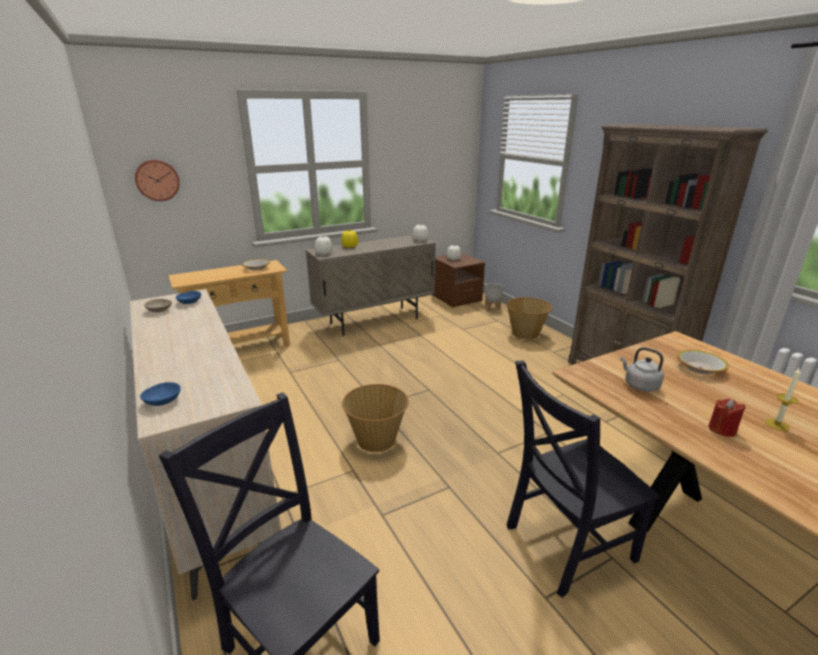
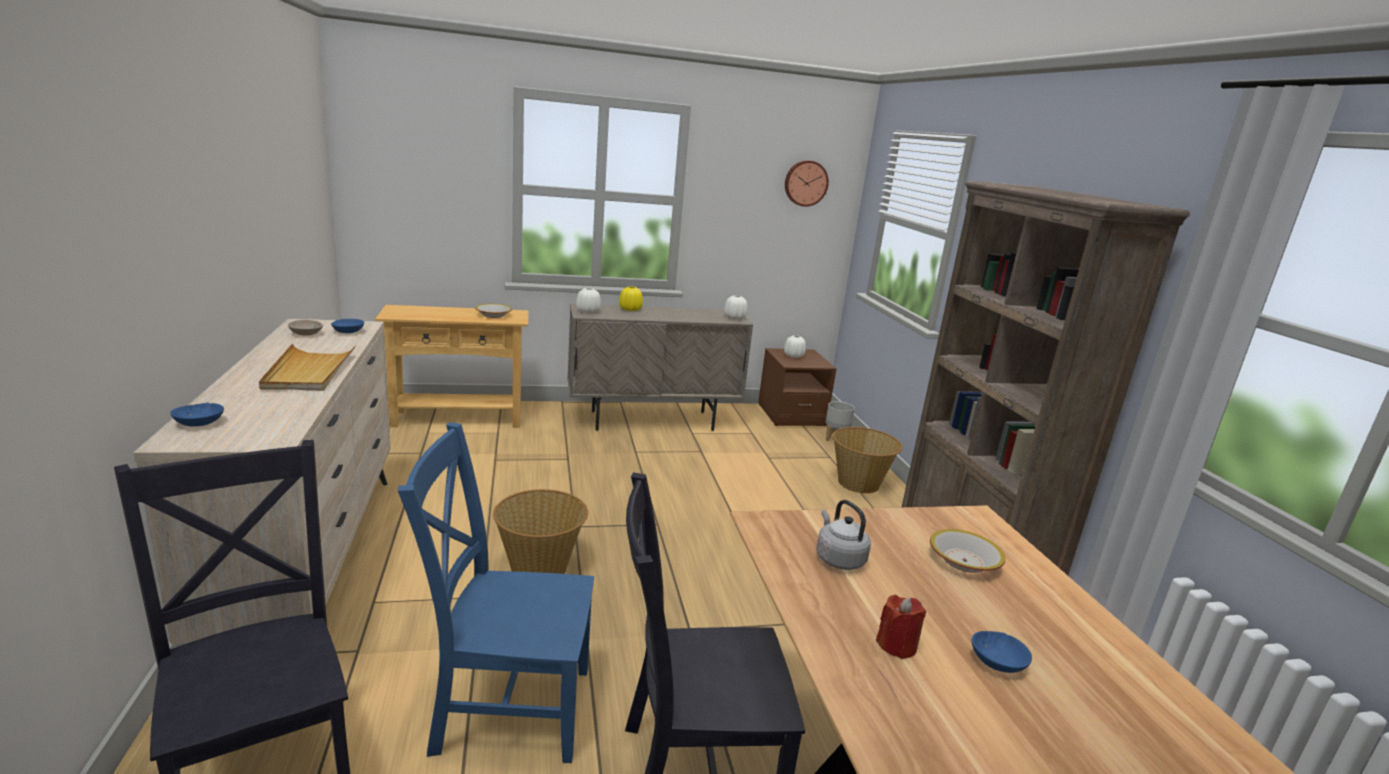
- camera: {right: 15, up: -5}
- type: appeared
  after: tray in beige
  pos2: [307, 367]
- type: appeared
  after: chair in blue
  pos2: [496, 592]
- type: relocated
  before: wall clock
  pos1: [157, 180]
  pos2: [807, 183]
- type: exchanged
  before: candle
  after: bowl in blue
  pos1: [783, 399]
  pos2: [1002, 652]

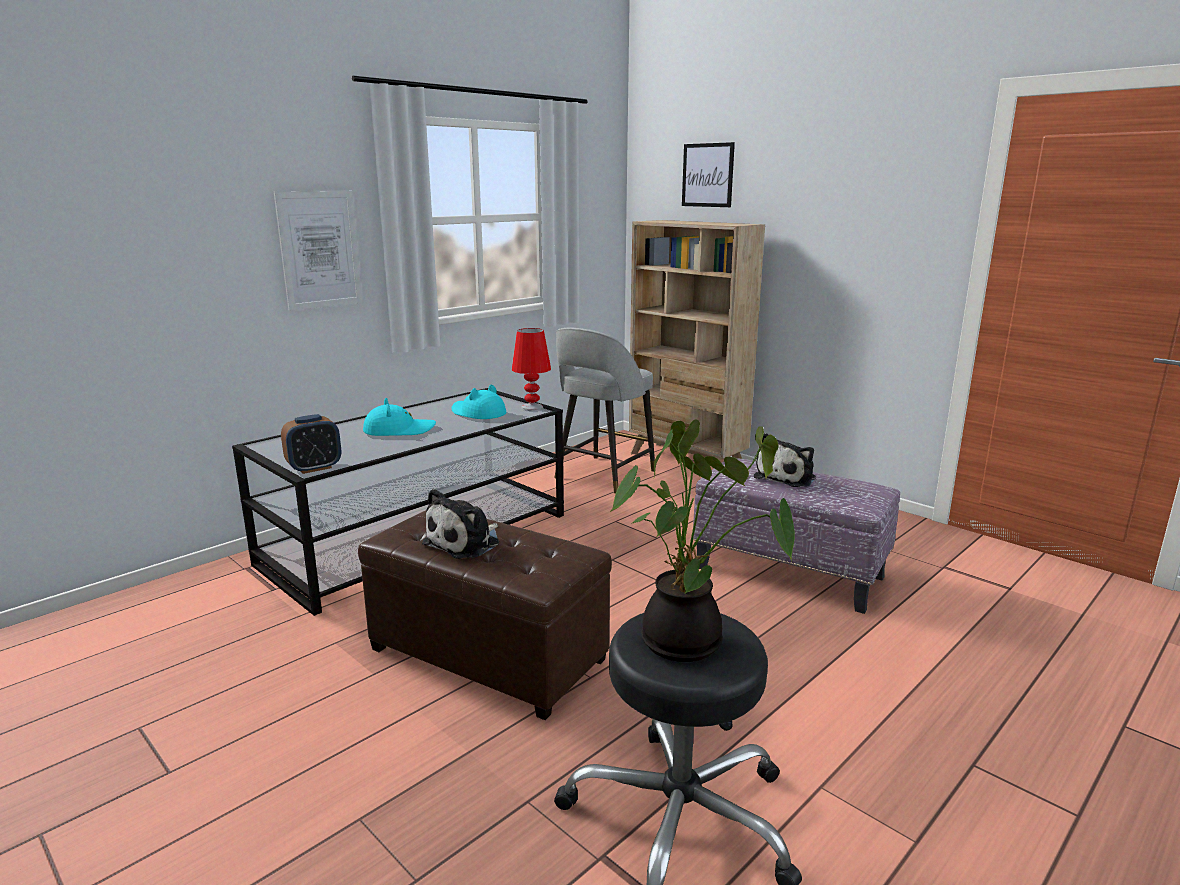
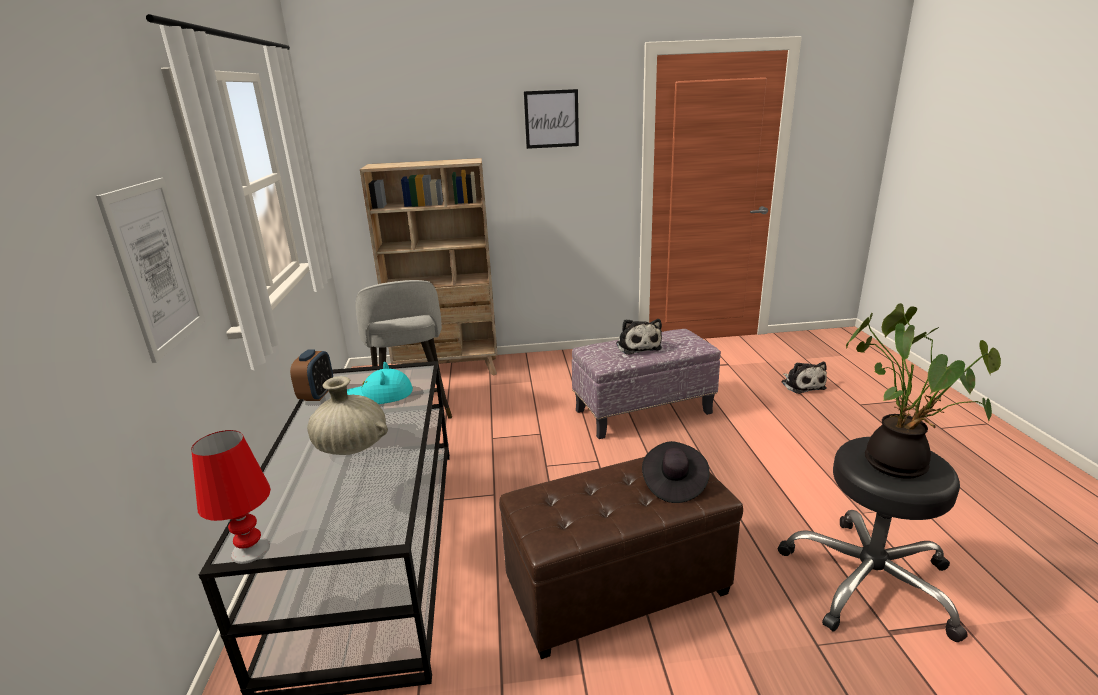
- camera: {right: -50, up: 5}
- type: relocated
  before: table lamp in red
  pos1: [531, 369]
  pos2: [231, 497]
- type: relocated
  before: alarm clock
  pos1: [311, 444]
  pos2: [311, 375]
- type: exchanged
  before: hat in turquoise
  after: vase in beige
  pos1: [399, 417]
  pos2: [347, 415]
- type: relocated
  before: picture
  pos1: [708, 174]
  pos2: [551, 119]
- type: appeared
  after: hat in black
  pos2: [676, 472]
- type: relocated
  before: plush toy
  pos1: [460, 524]
  pos2: [804, 378]

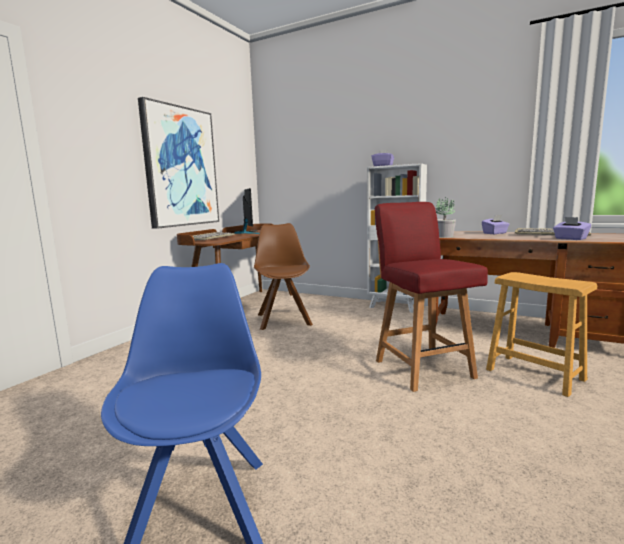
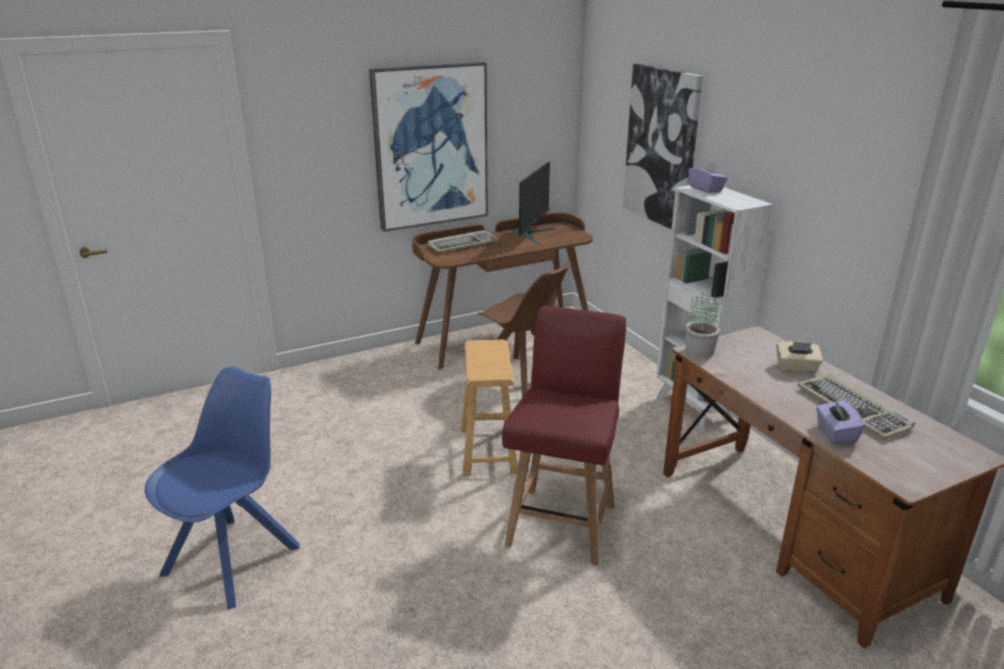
- camera: {right: 35, up: 15}
- type: relocated
  before: stool in brown
  pos1: [541, 334]
  pos2: [489, 407]
- type: spun
  before: chair in brown
  pos1: [283, 276]
  pos2: [524, 330]
  turn: 105
- type: appeared
  after: picture
  pos2: [663, 146]
- type: colour
  before: tissue box in purple
  after: tissue box in beige
  pos1: [496, 224]
  pos2: [799, 357]

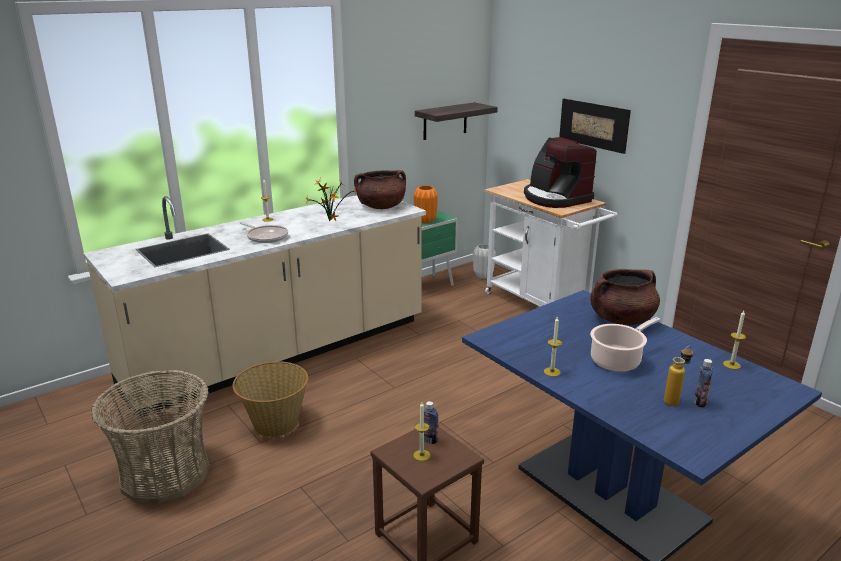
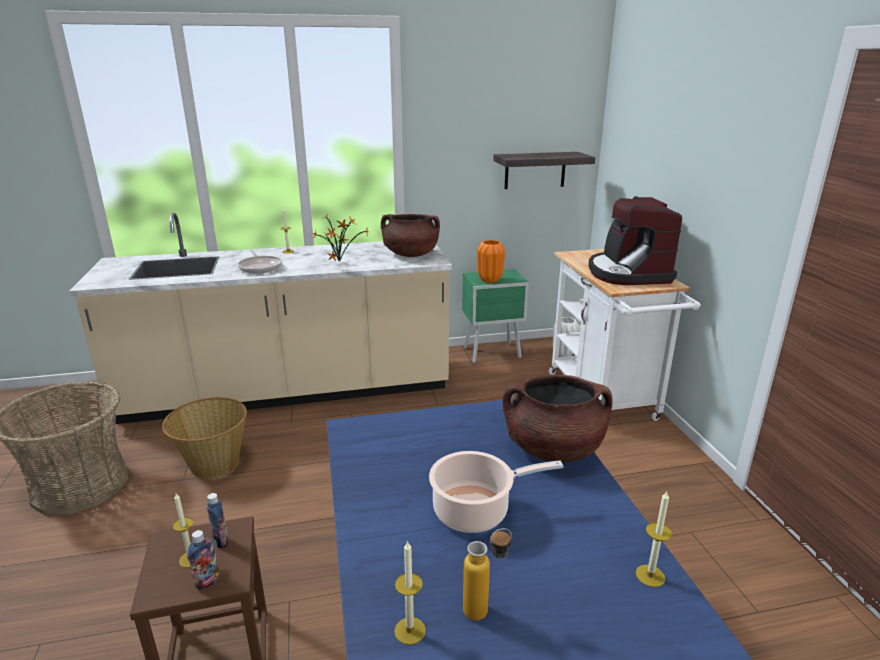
- camera: {right: 25, up: 0}
- type: relocated
  before: bottle
  pos1: [703, 383]
  pos2: [203, 560]
- type: relocated
  before: candle
  pos1: [553, 347]
  pos2: [410, 592]
- type: missing
  before: picture
  pos1: [595, 126]

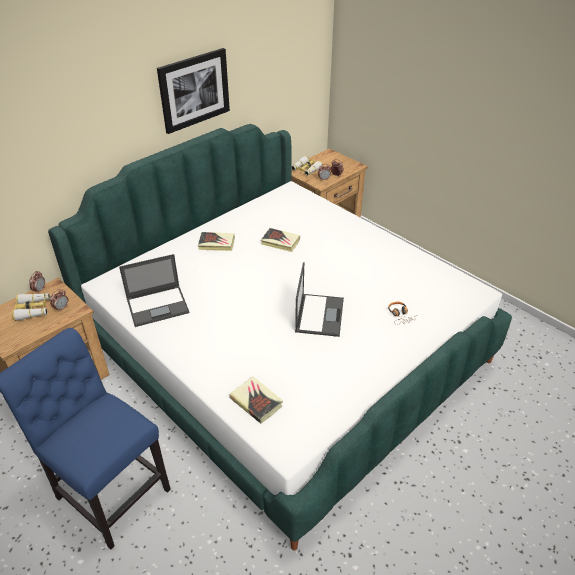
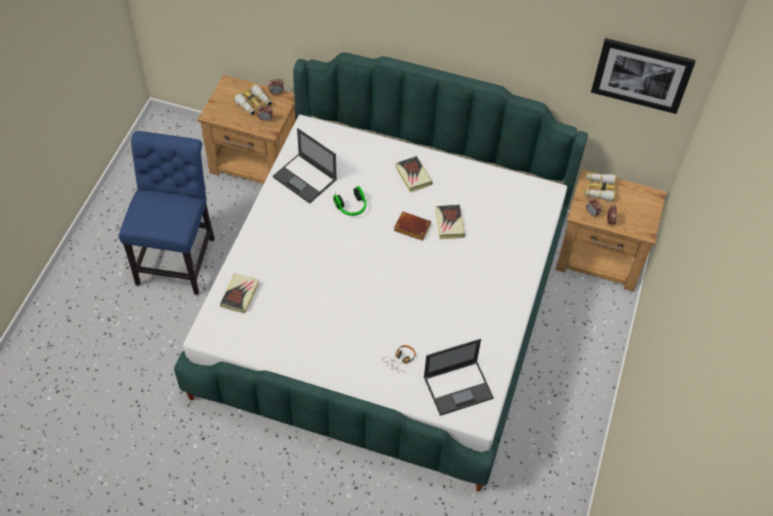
- camera: {right: 60, up: 15}
- type: appeared
  after: headphones
  pos2: [349, 201]
- type: appeared
  after: book in brown
  pos2: [412, 226]
- type: relocated
  before: laptop
  pos1: [319, 299]
  pos2: [459, 377]
- type: relocated
  before: picture
  pos1: [193, 91]
  pos2: [643, 76]

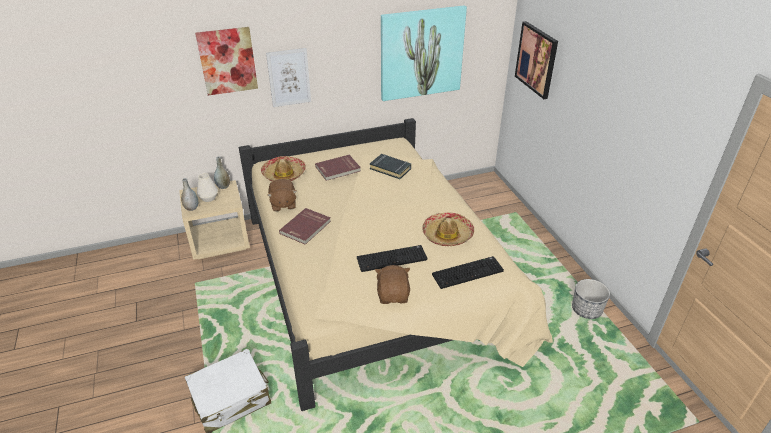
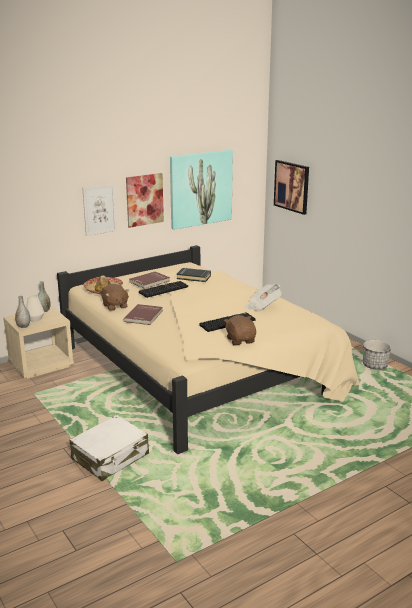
- camera: {right: -15, up: -15}
- type: relocated
  before: picture
  pos1: [226, 61]
  pos2: [145, 200]
- type: relocated
  before: keyboard
  pos1: [468, 272]
  pos2: [163, 289]
- type: exchanged
  before: hat
  after: newspaper
  pos1: [448, 229]
  pos2: [263, 297]

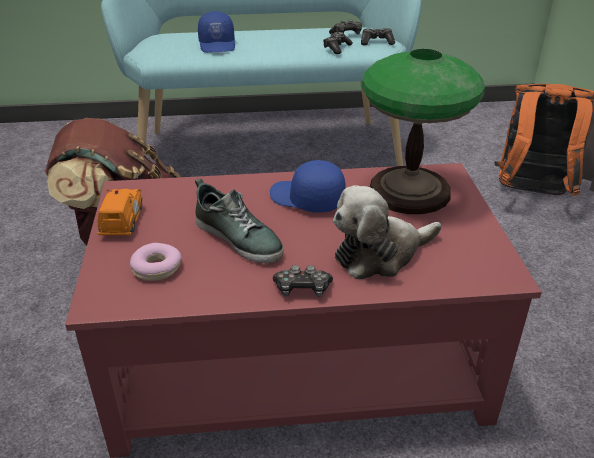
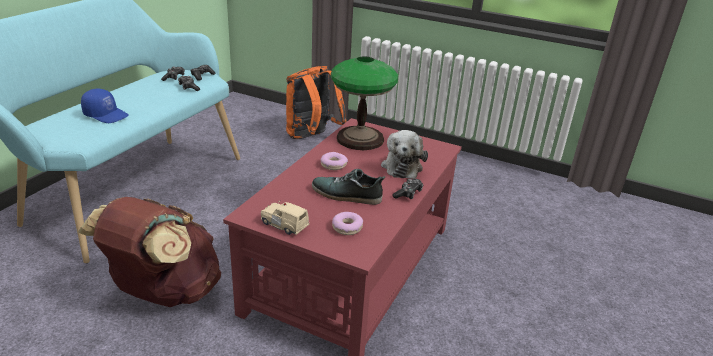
- camera: {right: -60, up: -5}
- type: colour
  before: toy car in orange
  after: toy car in beige
  pos1: [120, 211]
  pos2: [285, 218]
- type: spun
  before: shoe
  pos1: [239, 221]
  pos2: [348, 187]
  turn: -150
- type: exchanged
  before: cap in blue
  after: donut
  pos1: [308, 186]
  pos2: [334, 161]

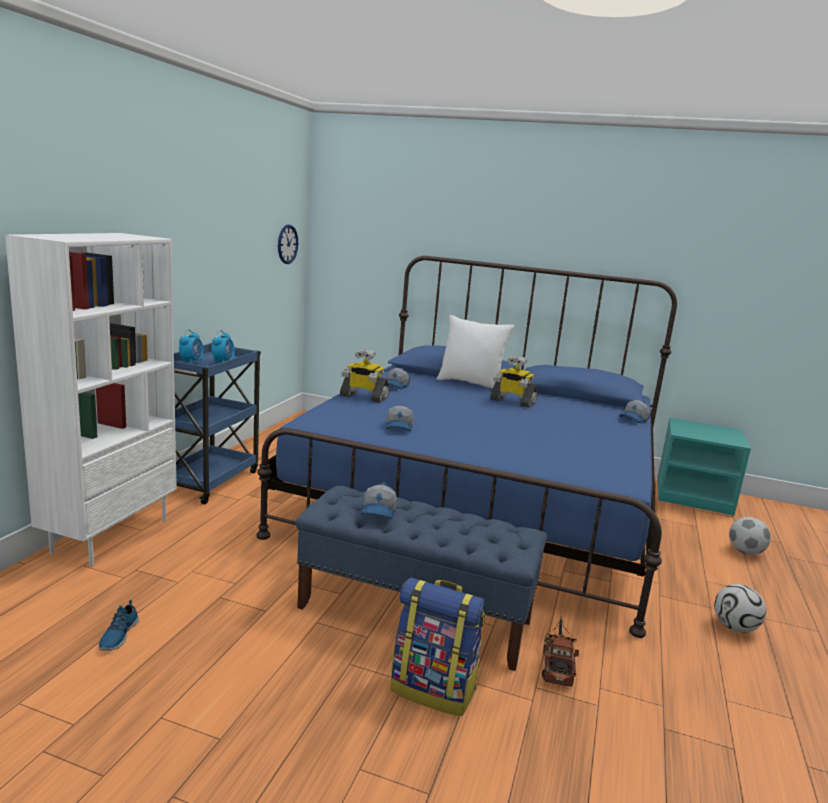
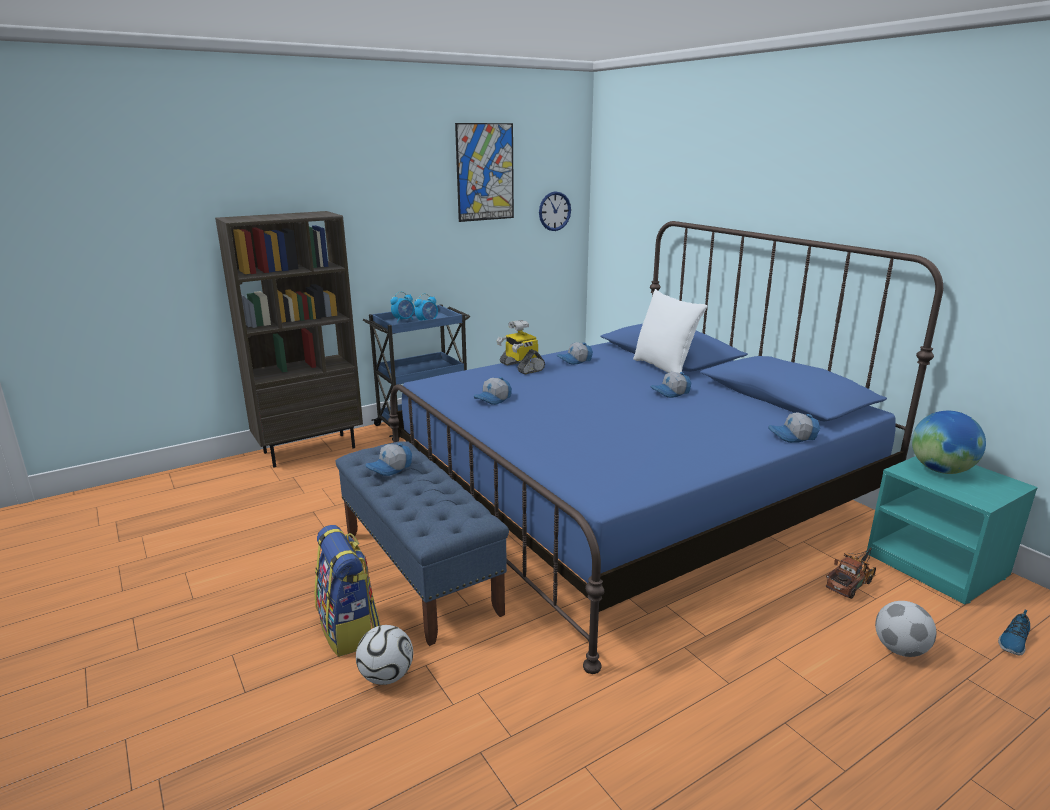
- camera: {right: 40, up: 5}
- type: colour
  before: bookcase in white
  after: bookcase in brown
  pos1: [91, 399]
  pos2: [289, 339]
- type: relocated
  before: football
  pos1: [740, 608]
  pos2: [384, 655]
- type: appeared
  after: picture
  pos2: [484, 172]
- type: exchanged
  before: toy robot
  after: cap
  pos1: [514, 382]
  pos2: [671, 385]
- type: relocated
  before: toy truck
  pos1: [560, 651]
  pos2: [851, 573]
- type: appeared
  after: globe
  pos2: [949, 442]
- type: relocated
  before: shoe
  pos1: [118, 625]
  pos2: [1014, 632]

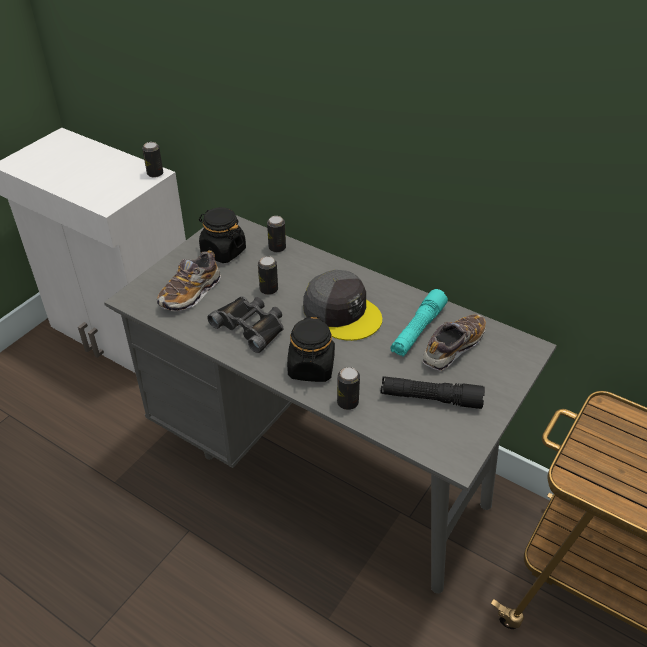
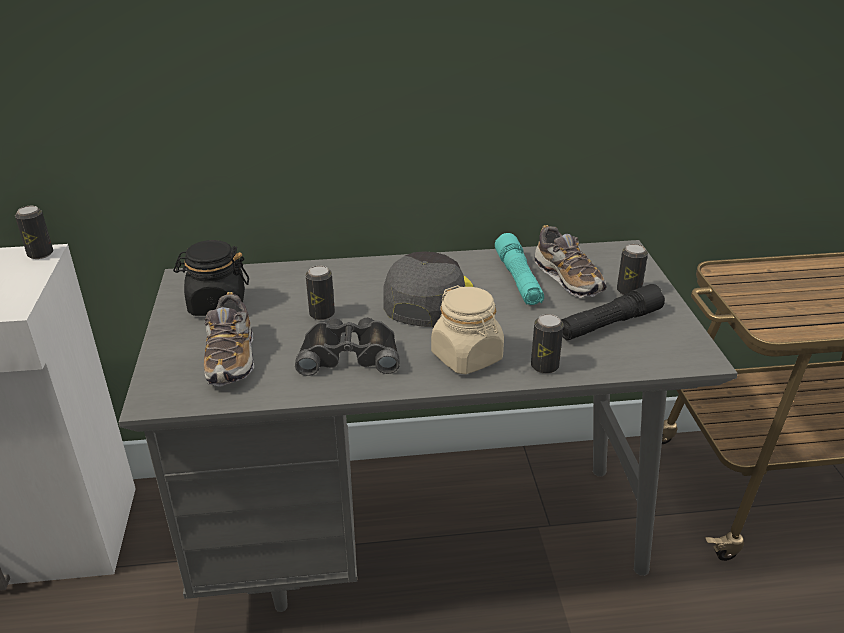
- camera: {right: -40, up: -10}
- type: spun
  before: cap in grey
  pos1: [342, 305]
  pos2: [428, 289]
  turn: -75
- type: colour
  before: jar in black
  after: jar in beige
  pos1: [311, 349]
  pos2: [467, 329]
- type: spun
  before: shoe
  pos1: [454, 342]
  pos2: [570, 261]
  turn: 150
- type: relocated
  before: can
  pos1: [276, 234]
  pos2: [632, 269]

